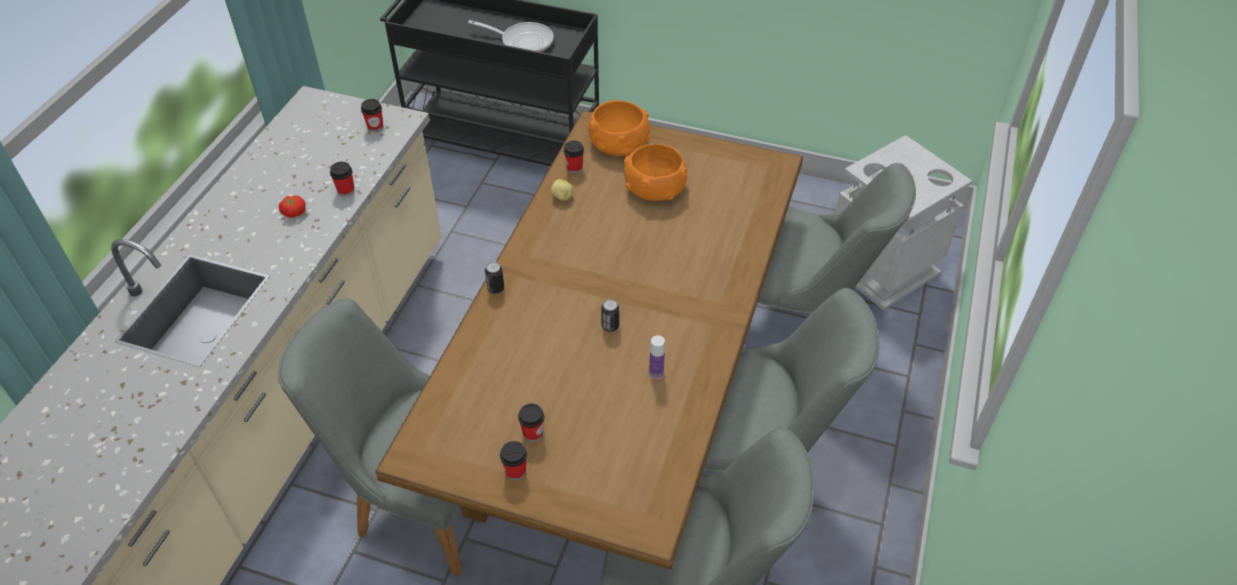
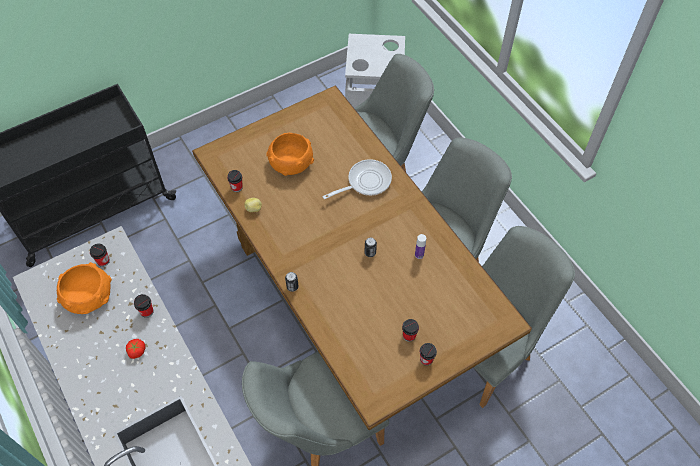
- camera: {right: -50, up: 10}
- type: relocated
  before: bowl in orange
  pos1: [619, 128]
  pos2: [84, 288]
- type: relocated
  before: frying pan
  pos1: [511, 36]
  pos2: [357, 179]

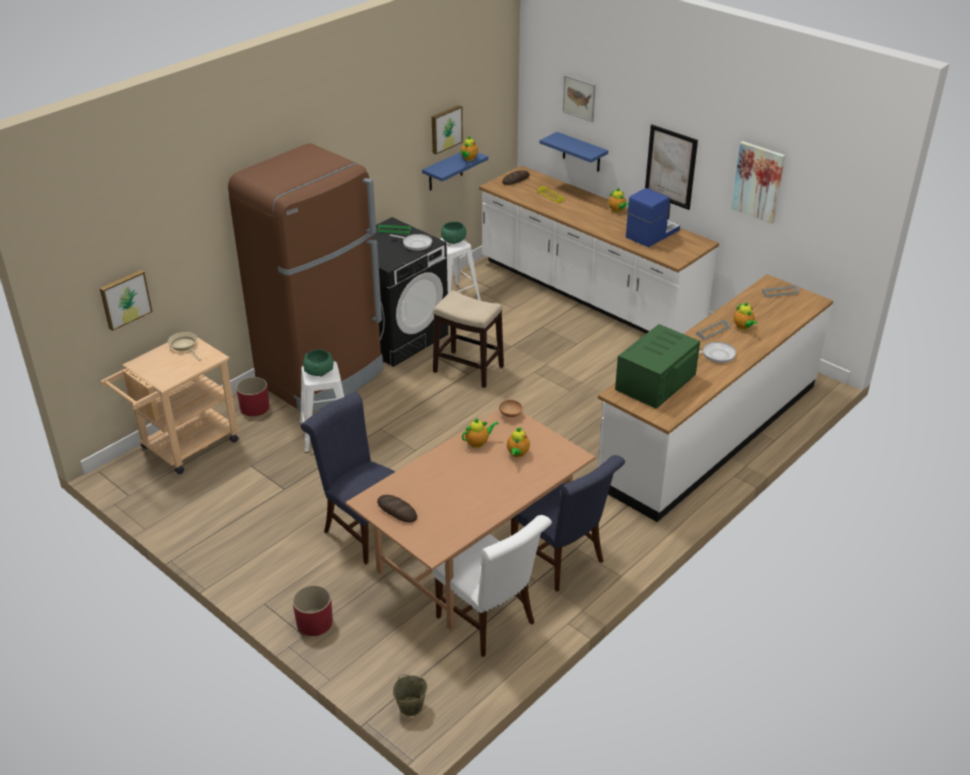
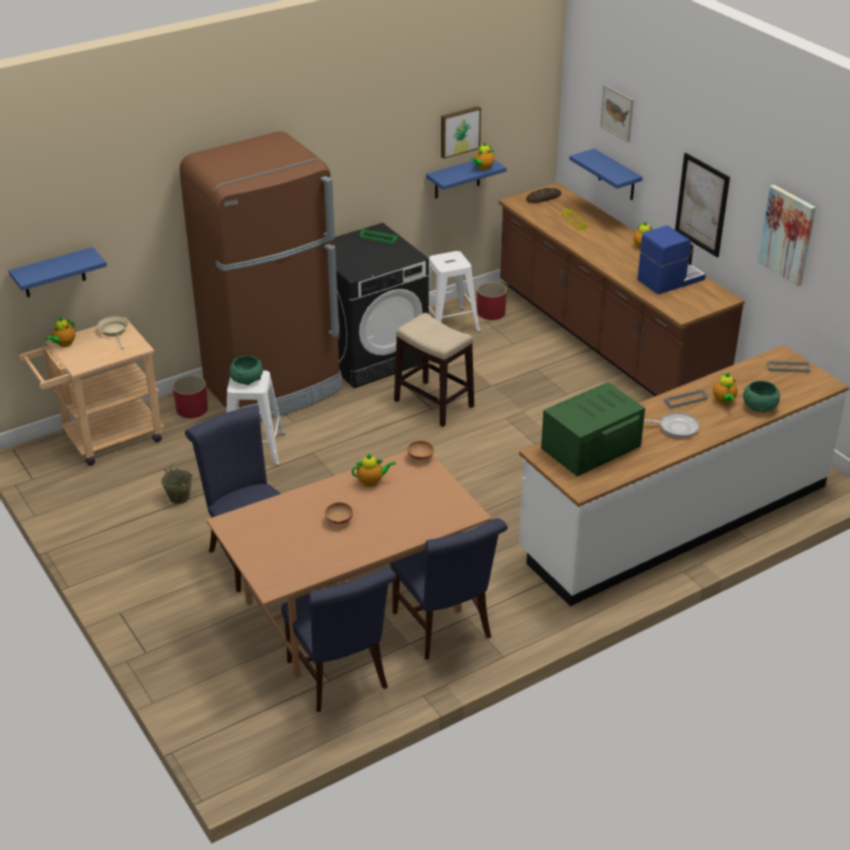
- camera: {right: 15, up: 0}
- type: exchanged
  before: picture
  after: shelf in blue
  pos1: [126, 300]
  pos2: [58, 272]
- type: relocated
  before: teapot
  pos1: [518, 442]
  pos2: [61, 332]
- type: relocated
  before: bucket in beige
  pos1: [410, 695]
  pos2: [177, 484]
- type: colour
  before: chair in white
  after: chair in blue
  pos1: [492, 586]
  pos2: [338, 639]
- type: appeared
  after: bowl in brown
  pos2: [339, 513]
- type: relocated
  before: planter in red
  pos1: [313, 610]
  pos2: [492, 301]
- type: colour
  before: counter in white
  after: counter in brown
  pos1: [599, 249]
  pos2: [622, 289]
- type: relocated
  before: bowl in green
  pos1: [453, 232]
  pos2: [761, 396]
- type: missing
  before: bread
  pos1: [397, 508]
- type: missing
  before: frying pan
  pos1: [411, 242]

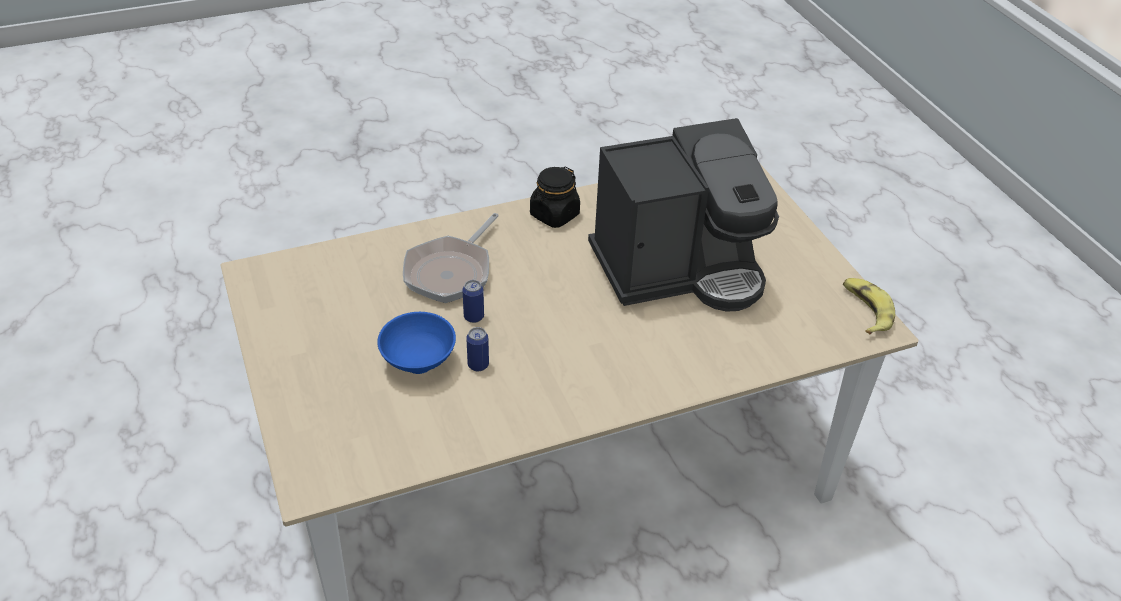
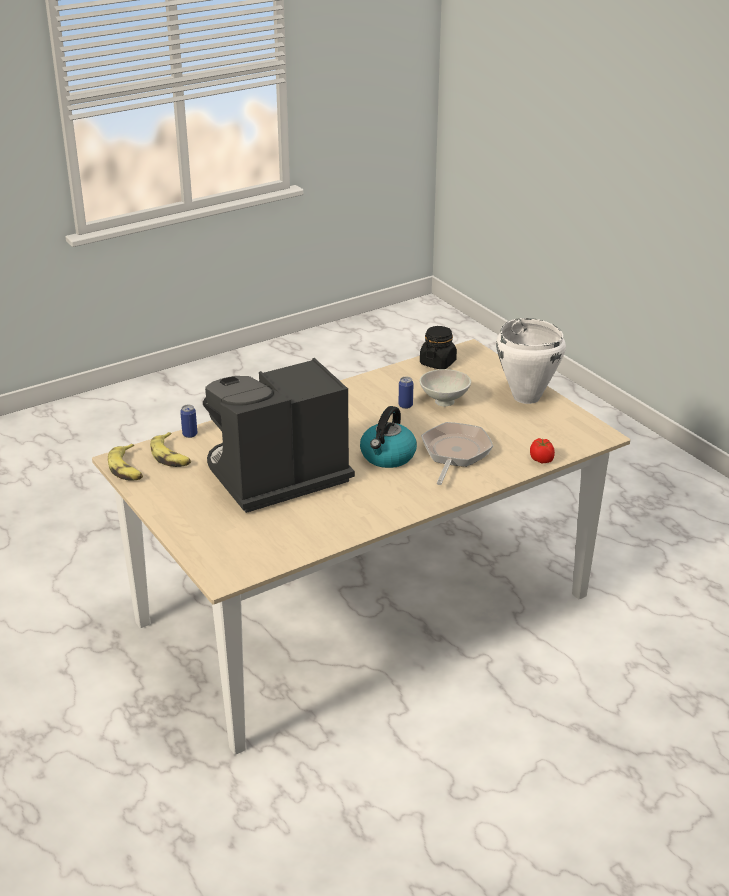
- camera: {right: 170, up: -10}
- type: appeared
  after: banana
  pos2: [170, 449]
- type: relocated
  before: can
  pos1: [473, 301]
  pos2: [188, 421]
- type: appeared
  after: kettle
  pos2: [388, 437]
- type: relocated
  before: jar in black
  pos1: [555, 197]
  pos2: [438, 347]
- type: colour
  before: bowl in blue
  after: bowl in white
  pos1: [416, 343]
  pos2: [445, 388]
- type: appeared
  after: cooking pot in white
  pos2: [531, 361]
- type: appeared
  after: tomato
  pos2: [542, 450]

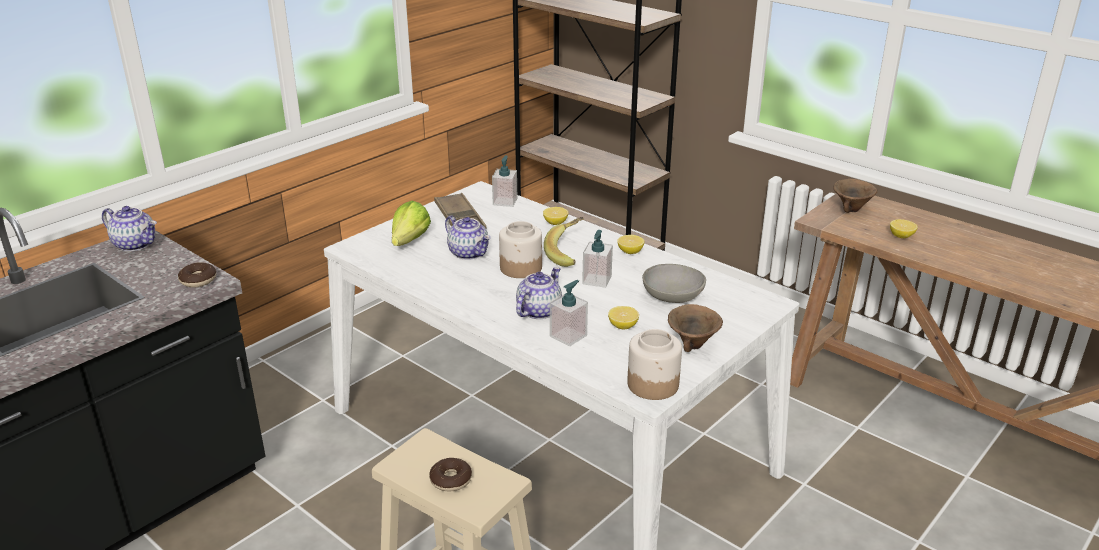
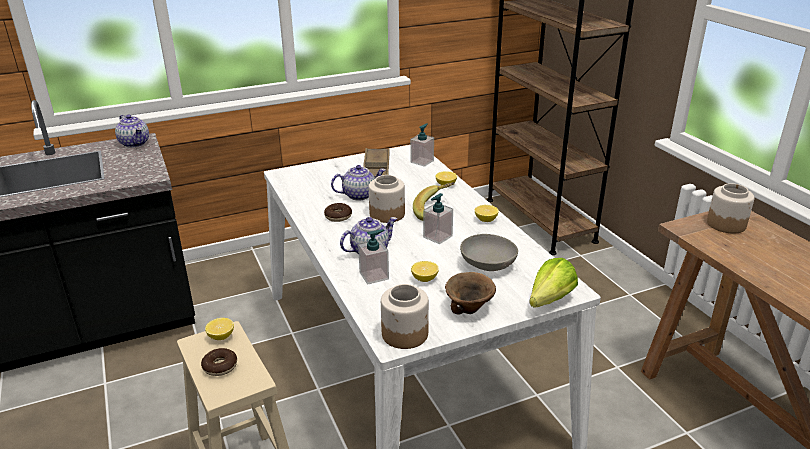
- camera: {right: 25, up: 0}
- type: relocated
  before: lemon
  pos1: [904, 228]
  pos2: [219, 329]
- type: relocated
  before: donut
  pos1: [197, 275]
  pos2: [338, 212]
- type: spun
  before: teapot
  pos1: [467, 237]
  pos2: [358, 183]
  turn: -90
- type: relocated
  before: lettuce
  pos1: [411, 223]
  pos2: [553, 282]
- type: exchanged
  before: bowl in brown
  after: jar
  pos1: [855, 196]
  pos2: [731, 208]

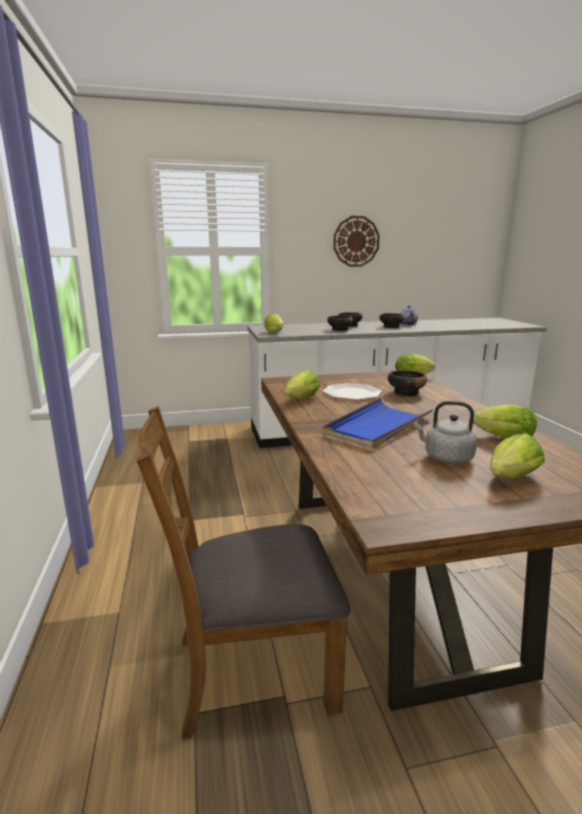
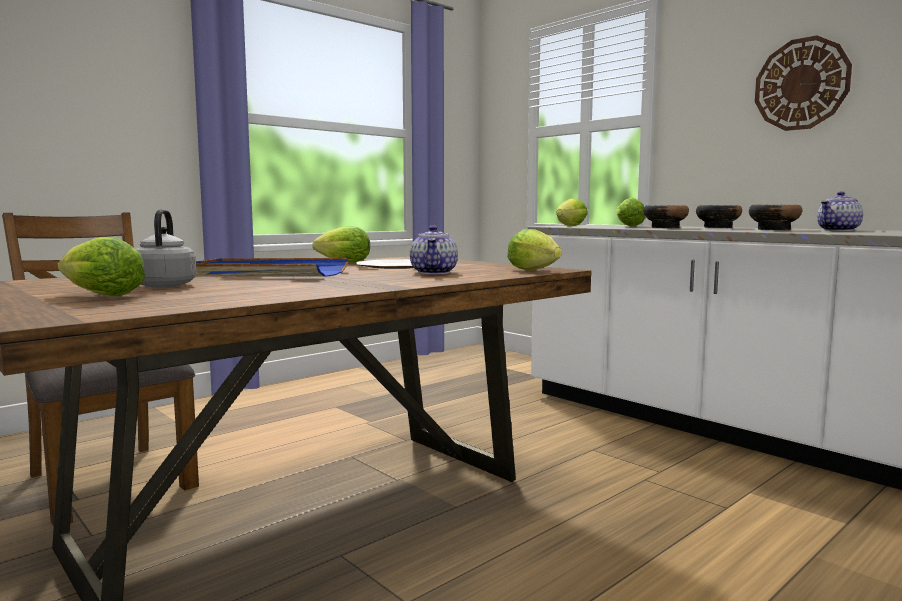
- camera: {right: 60, up: -10}
- type: exchanged
  before: bowl
  after: teapot
  pos1: [407, 383]
  pos2: [434, 249]
- type: relocated
  before: lettuce
  pos1: [505, 421]
  pos2: [631, 212]

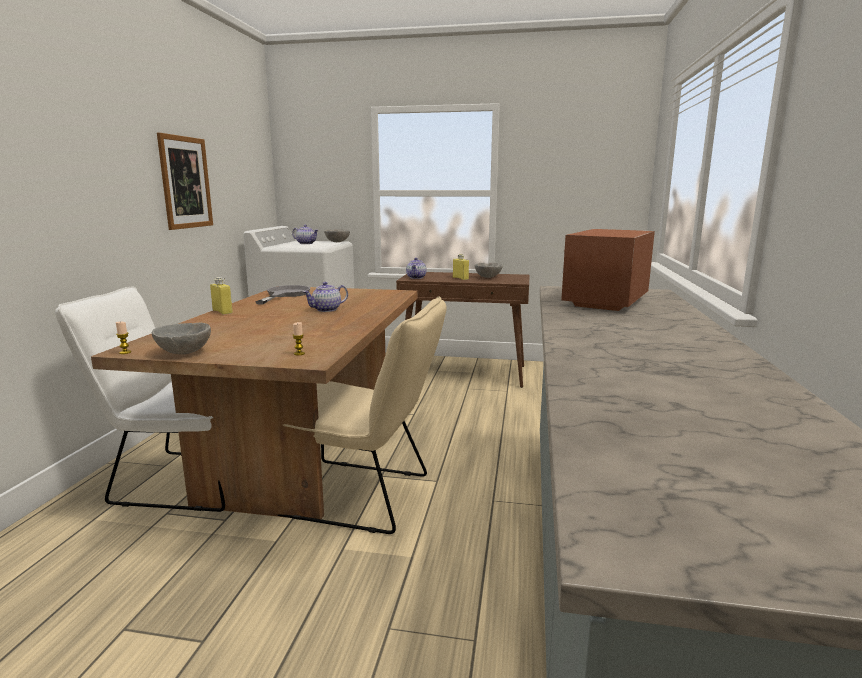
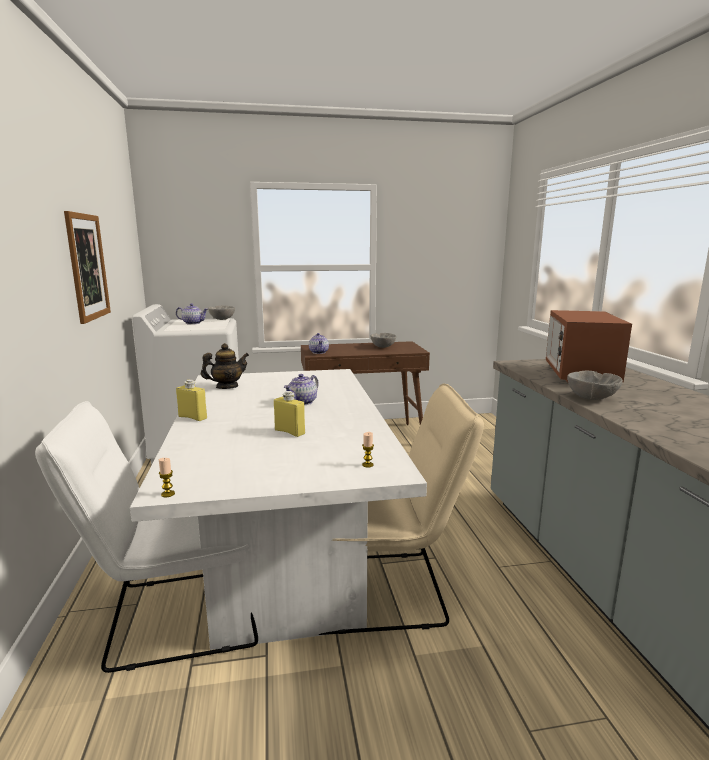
- camera: {right: -20, up: 0}
- type: colour
  before: dining table in brown
  after: dining table in white
  pos1: [254, 403]
  pos2: [278, 509]
- type: exchanged
  before: frying pan in grey
  after: teapot
  pos1: [283, 294]
  pos2: [225, 366]
- type: relocated
  before: bottle in yellow
  pos1: [461, 267]
  pos2: [289, 414]
- type: relocated
  before: bowl in grey
  pos1: [181, 338]
  pos2: [595, 385]

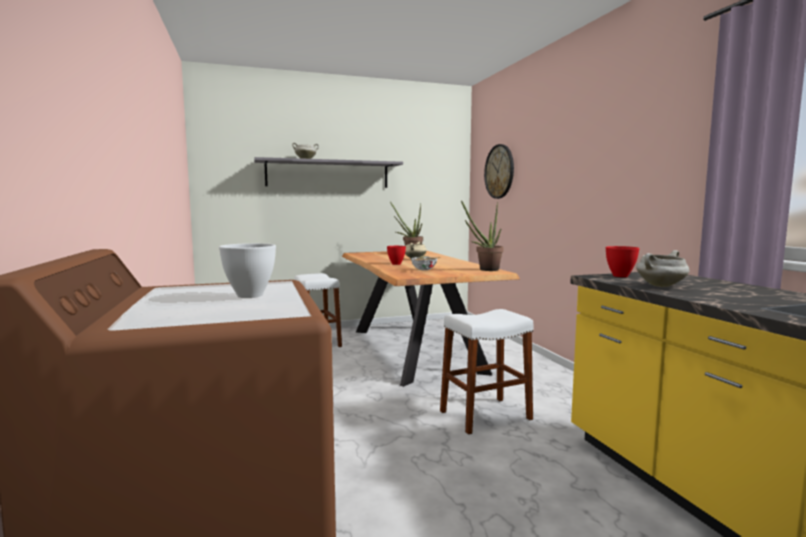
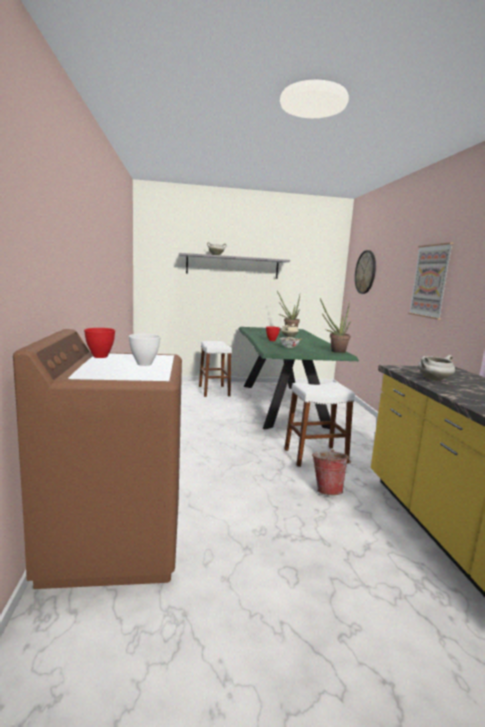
- camera: {right: 10, up: 5}
- type: relocated
  before: bowl in red
  pos1: [622, 261]
  pos2: [99, 343]
- type: colour
  before: dining table in brown
  after: dining table in green
  pos1: [431, 319]
  pos2: [298, 378]
- type: appeared
  after: bucket
  pos2: [331, 472]
- type: appeared
  after: picture
  pos2: [430, 281]

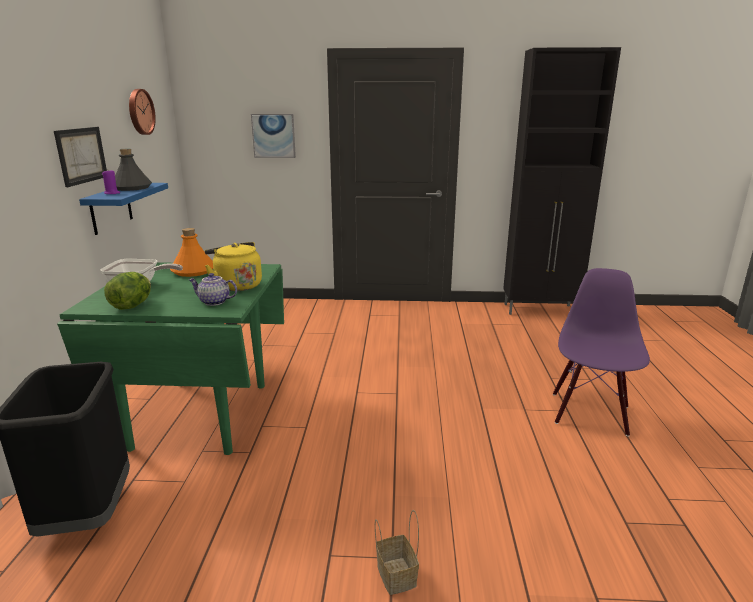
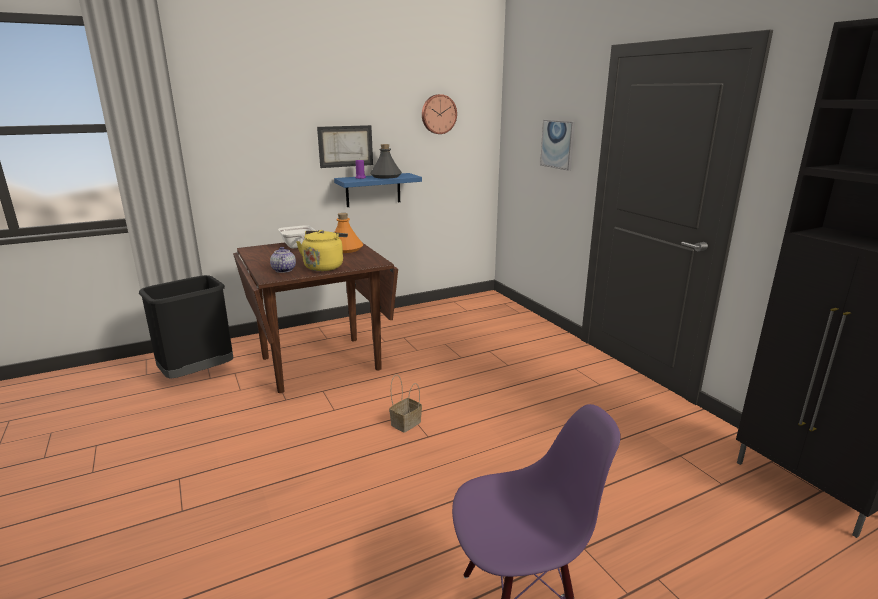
- camera: {right: 60, up: 0}
- type: colour
  before: dining table in green
  after: dining table in brown
  pos1: [170, 358]
  pos2: [315, 318]
- type: relocated
  before: basket
  pos1: [397, 552]
  pos2: [405, 403]
- type: missing
  before: lettuce
  pos1: [127, 291]

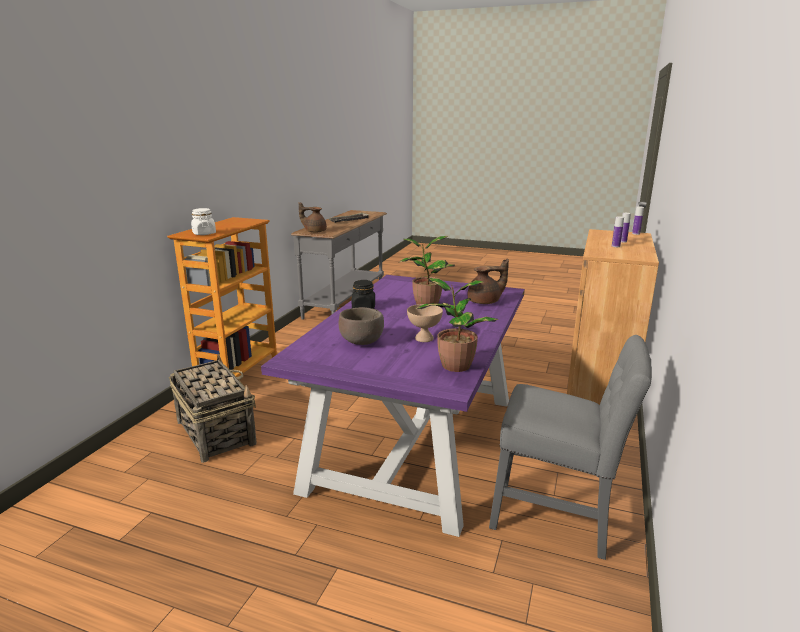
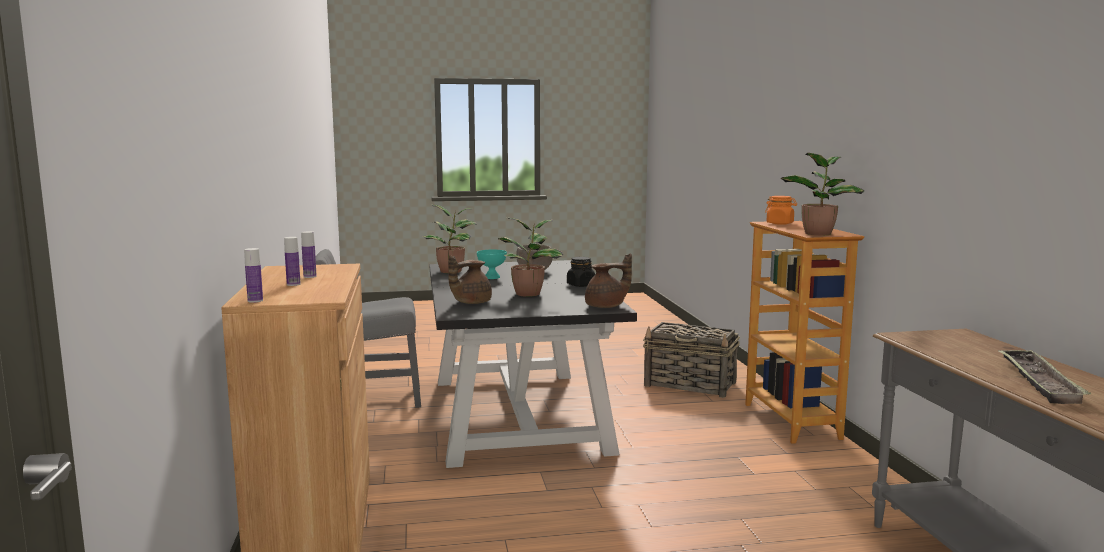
- camera: {right: 150, up: -10}
- type: colour
  before: dining table in purple
  after: dining table in black
  pos1: [393, 406]
  pos2: [533, 364]
- type: colour
  before: bowl in beige
  after: bowl in turquoise
  pos1: [425, 323]
  pos2: [492, 264]
- type: relocated
  before: teapot in brown
  pos1: [312, 217]
  pos2: [608, 280]
- type: colour
  before: jar in white
  after: jar in orange
  pos1: [203, 221]
  pos2: [781, 210]
- type: appeared
  after: potted plant
  pos2: [822, 194]

